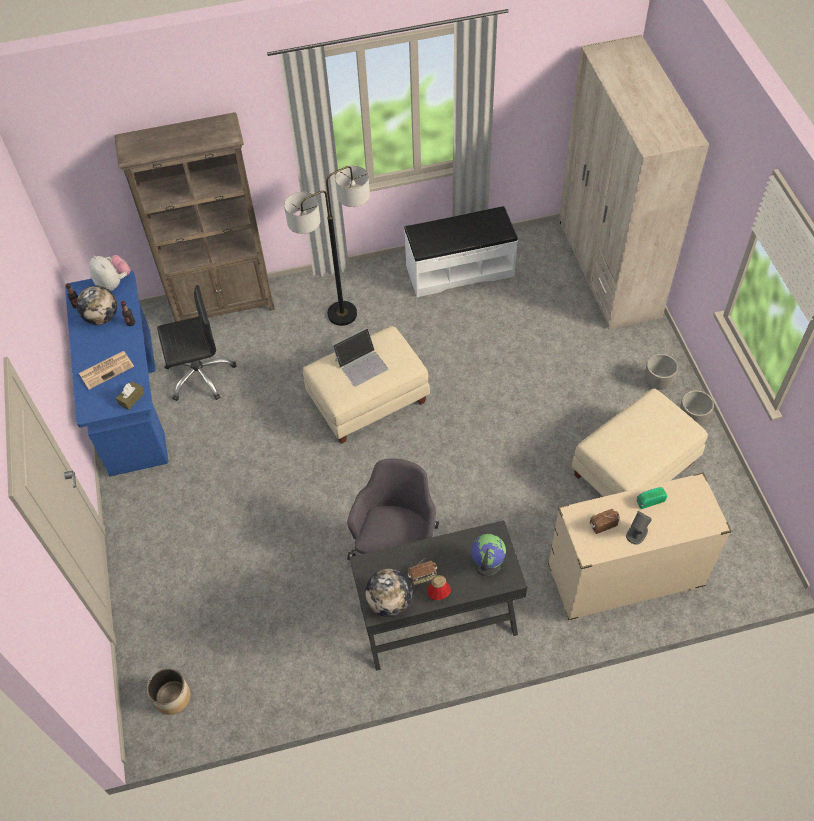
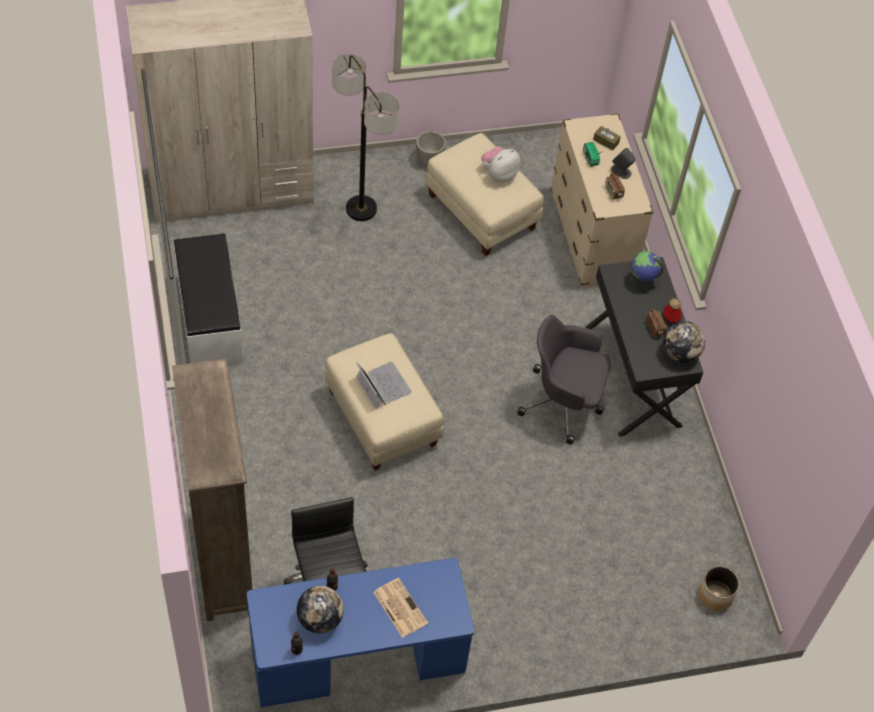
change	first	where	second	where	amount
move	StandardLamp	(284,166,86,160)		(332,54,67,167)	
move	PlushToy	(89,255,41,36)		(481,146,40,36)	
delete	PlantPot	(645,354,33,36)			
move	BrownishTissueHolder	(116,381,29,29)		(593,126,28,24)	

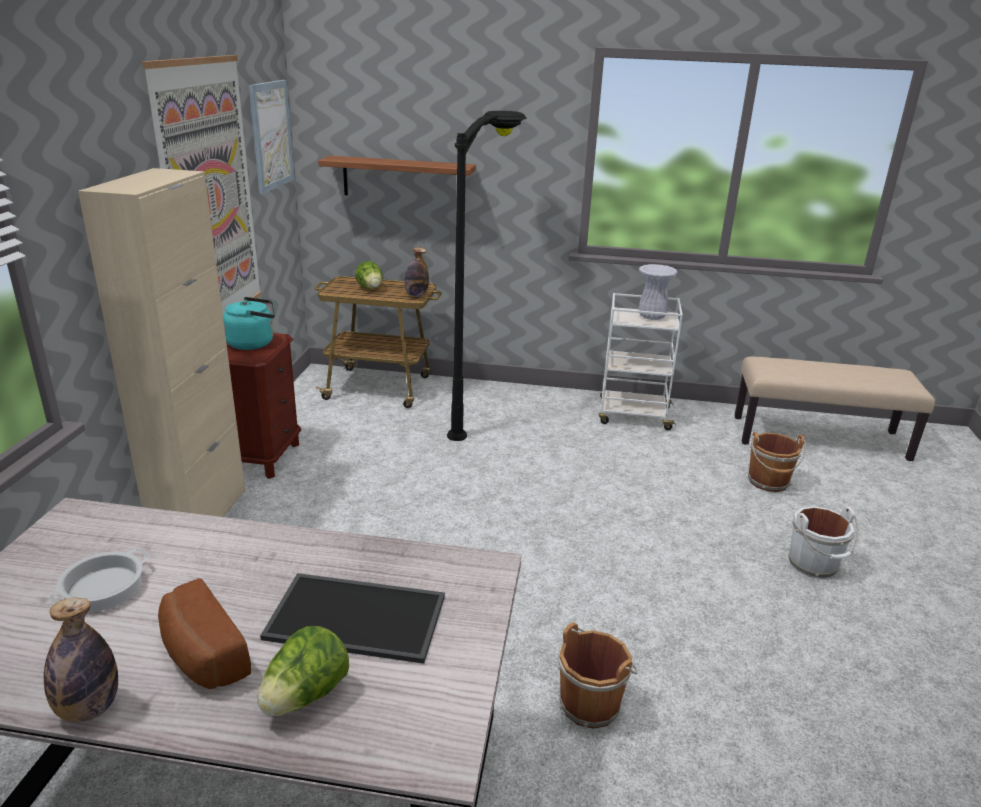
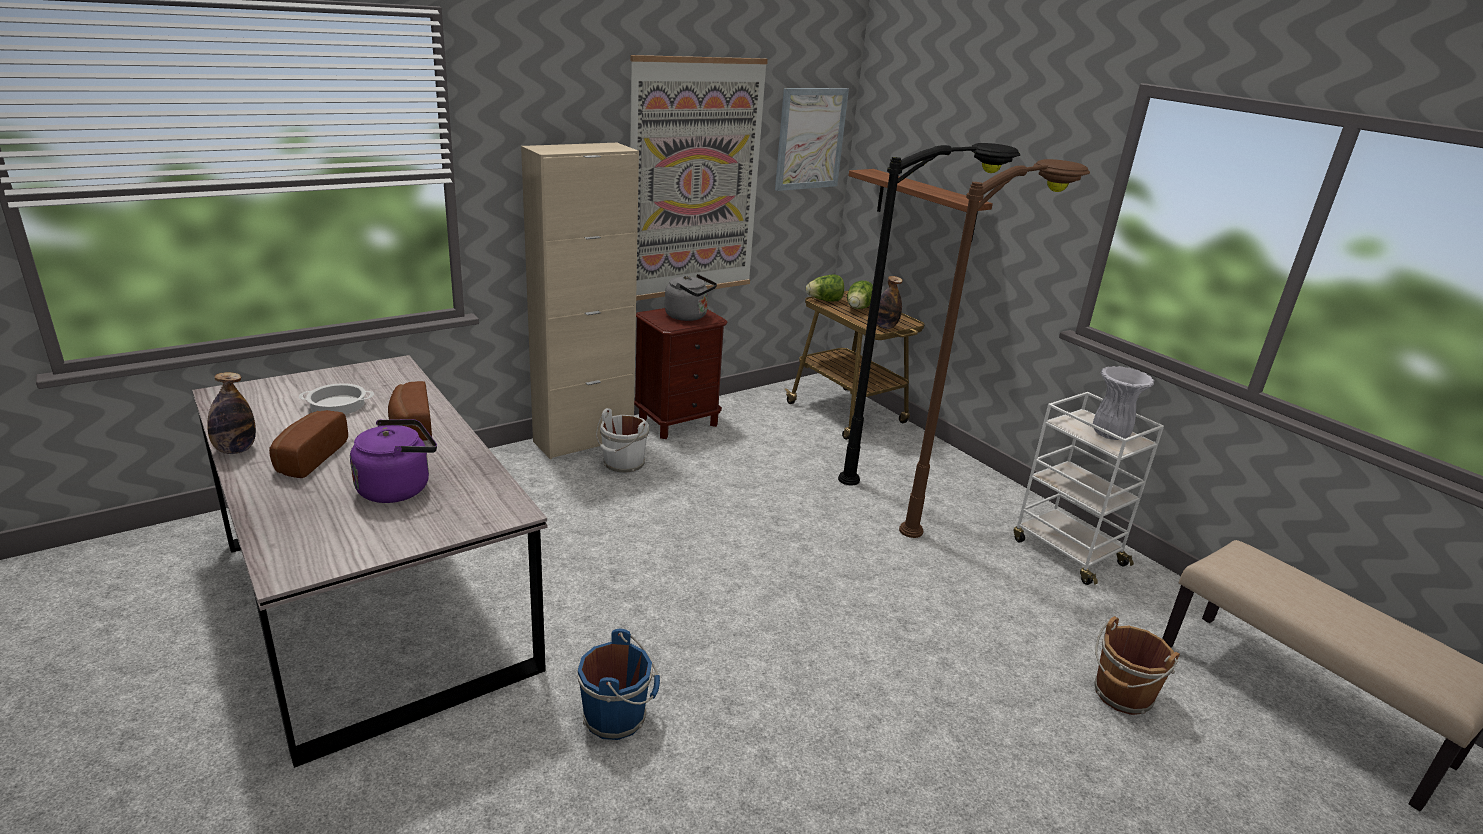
change	first	where	second	where	amount
recolor	BlueGreenWaterKettle	(223,297,52,53)	GreyishWaterKettle	(665,274,52,47)	
move	WhitishWaterBucket	(789,506,70,73)		(596,408,53,66)	
replace	ServingTray	(260,573,185,91)	PurplishWaterKettle	(350,419,87,84)	
recolor	BrownishWaterBucket	(558,623,80,106)	BlueWaterBucket	(577,628,83,112)	
move	HeadOfLettuce	(257,626,92,90)		(806,274,38,28)	
insert			BrownishStandardLamp	(899,159,191,379)	
insert			BakedBread	(388,381,44,60)	

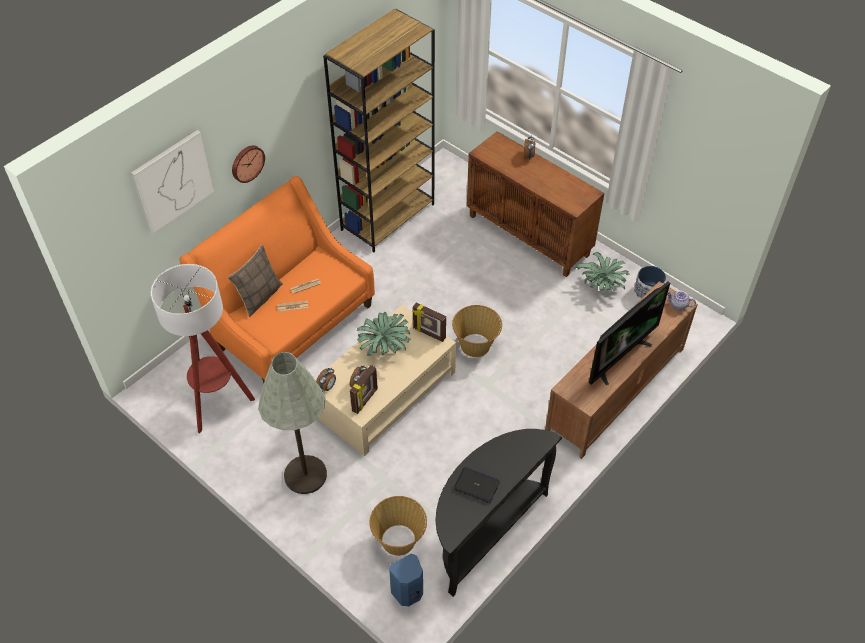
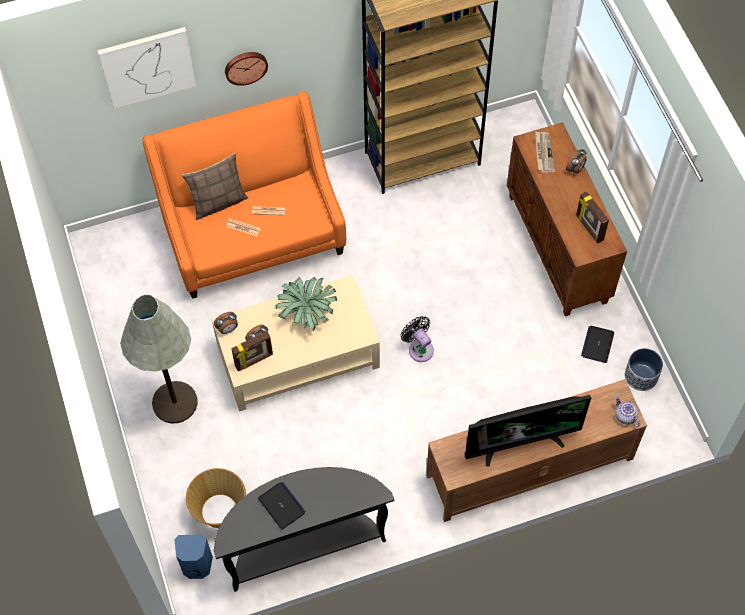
change	first	where	second	where	amount
replace	PottedPlant	(576,252,54,39)	Laptop	(581,326,33,37)	
delete	StandardLamp	(151,264,104,169)			
move	PhotoFrame	(412,303,34,39)		(576,191,33,52)	
replace	Basket	(452,305,50,52)	BlackColouredCoolingFan	(401,316,33,46)	
insert			Newspaper	(535,131,20,42)	

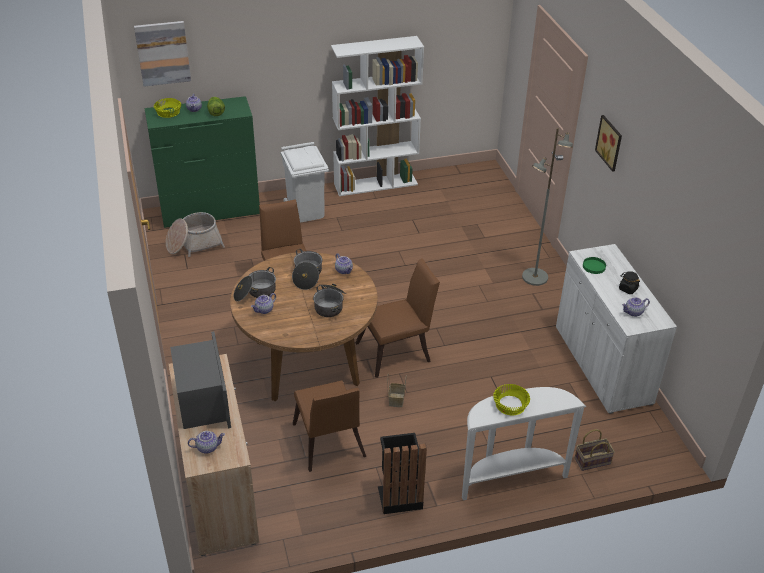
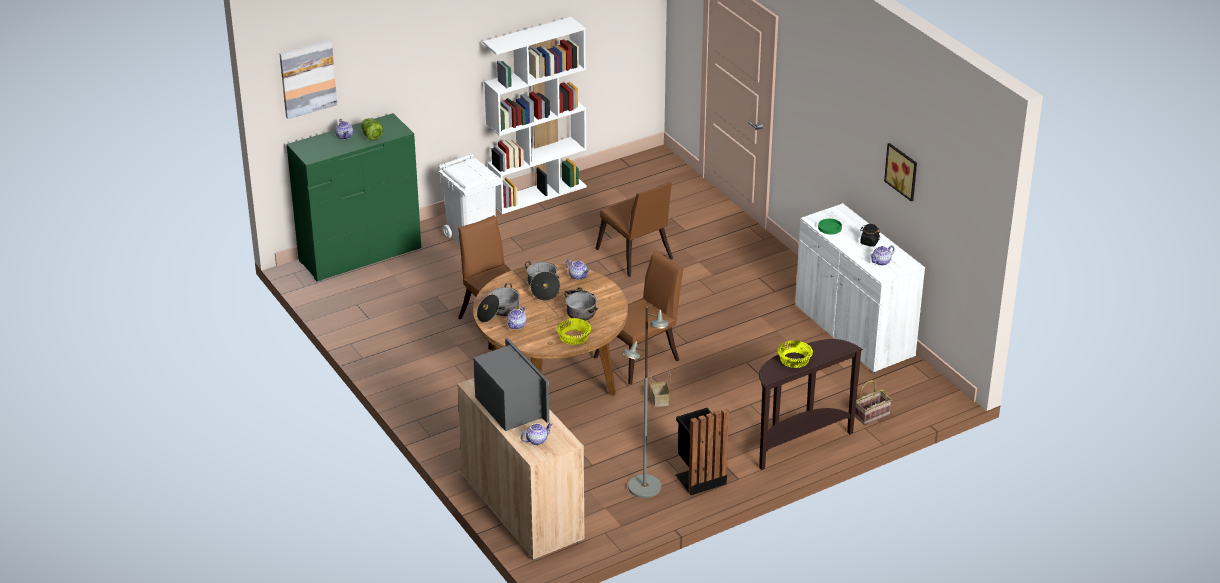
change	first	where	second	where	amount
move	YellowServingBowl	(154,98,27,20)		(557,318,34,27)	
move	WallPicture	(595,115,27,57)		(884,143,33,58)	
move	GreyishStandardLamp	(522,128,51,158)		(622,306,47,192)	
delete	Basket	(166,212,59,45)			
move	BrownishPlainChair	(293,381,73,91)		(595,182,78,95)	
recolor	WhitishConsoleTable	(462,387,124,113)	BrownishConsoleTable	(759,339,104,131)	

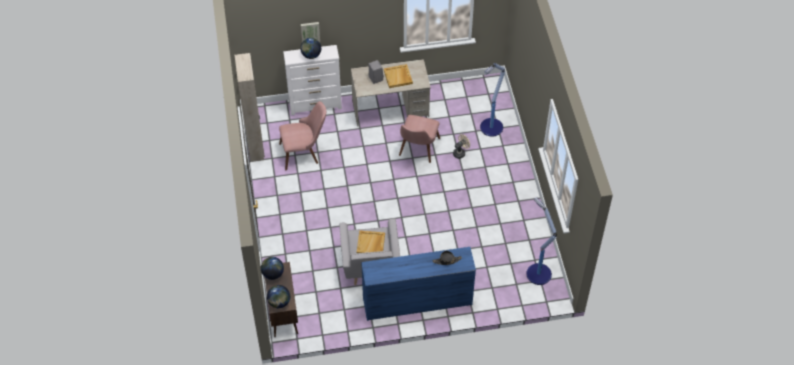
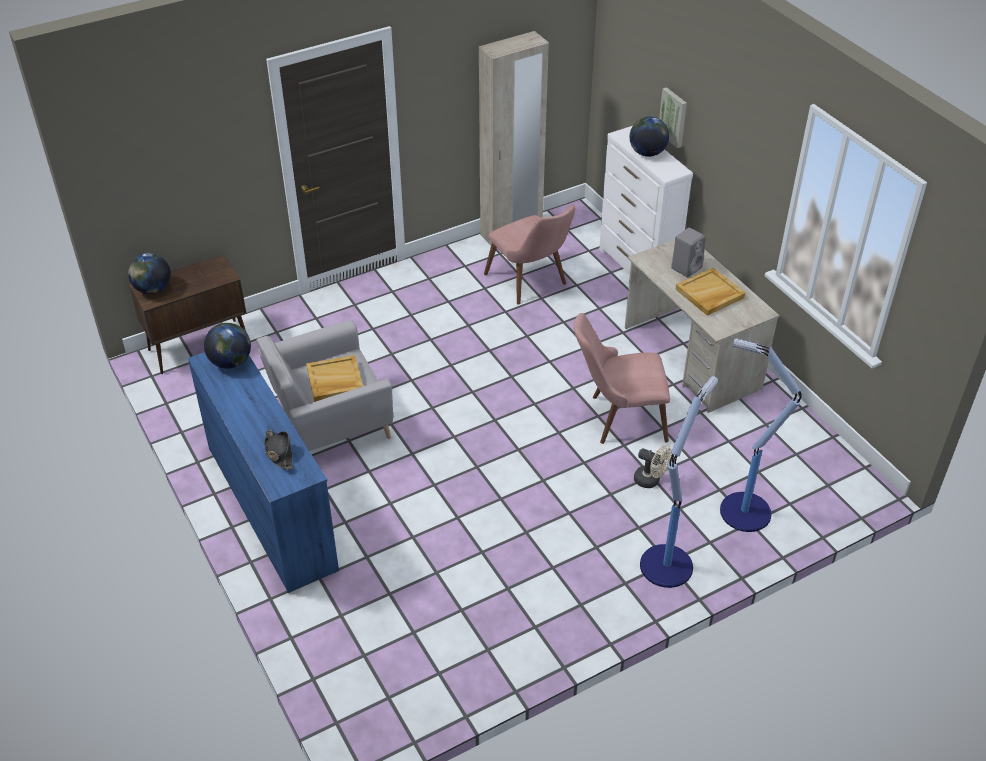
change	first	where	second	where	amount
move	StandardLamp	(526,197,31,88)		(640,376,78,212)	
move	DeskGlobe	(261,257,23,23)		(204,323,47,46)	

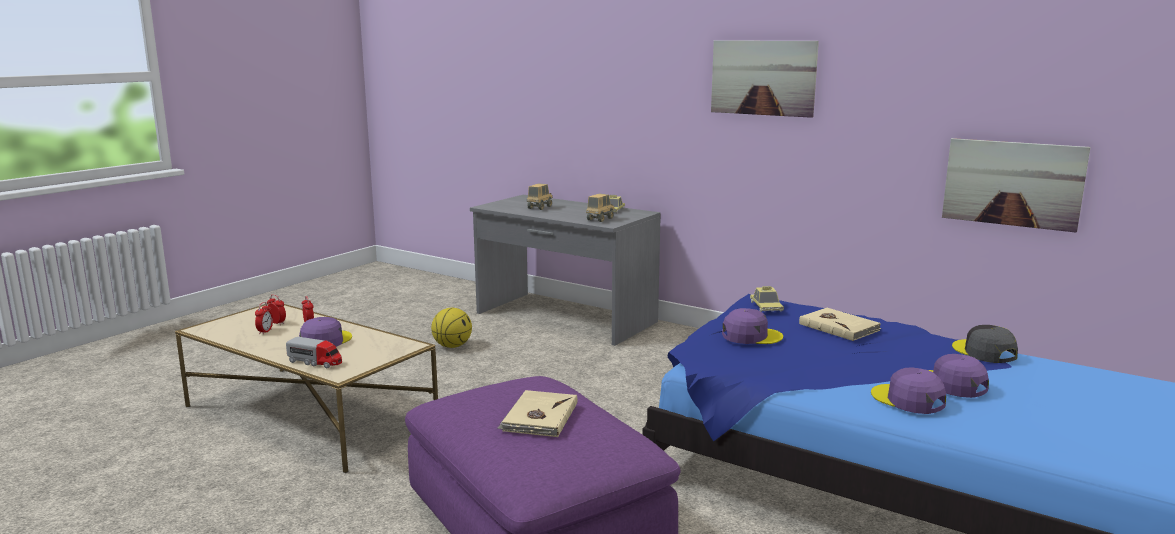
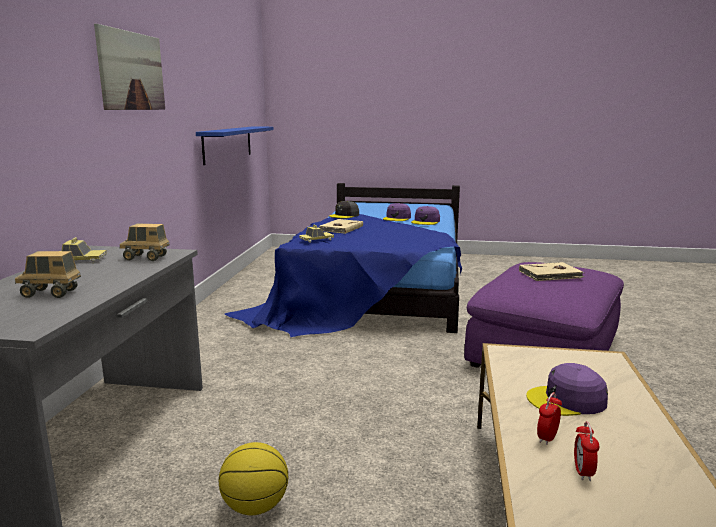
change	first	where	second	where	amount
replace	WallPicture	(942,138,149,95)	BlueShelf	(196,127,78,38)	
delete	BedsideClock	(255,302,18,33)			
delete	PurplishCap	(722,308,61,36)			
delete	ModelTruck	(286,337,56,32)			

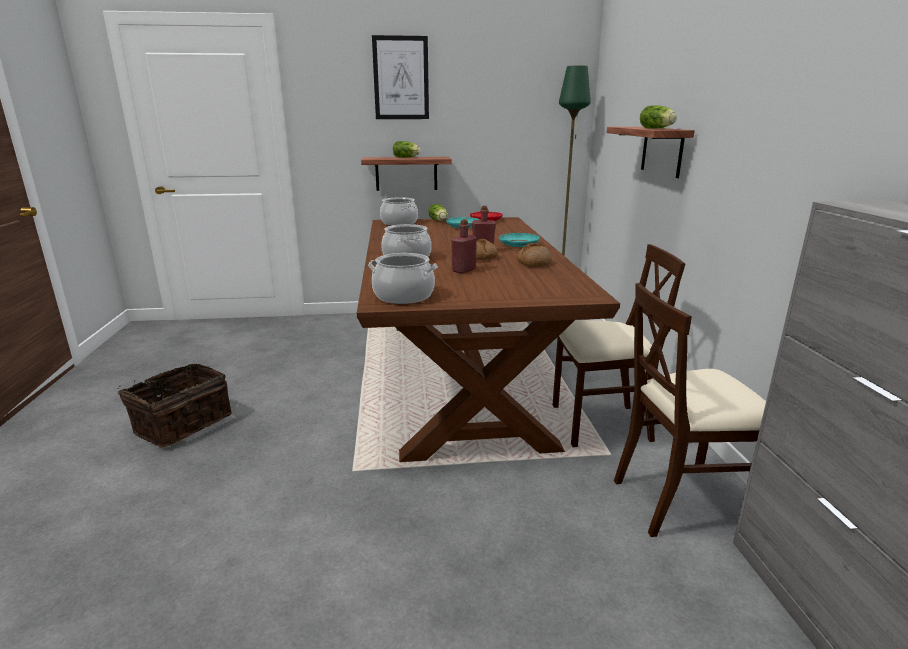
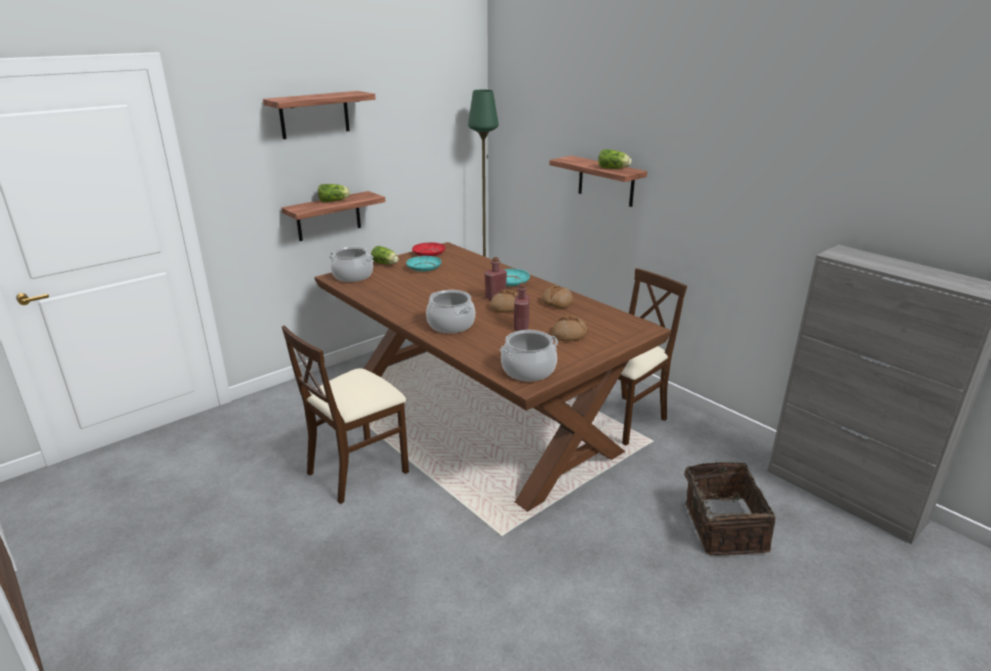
change	first	where	second	where	amount
replace	WallPicture	(372,35,57,84)	Shelf	(263,91,113,48)	
move	BeigePlainChair	(614,283,152,254)		(282,326,127,178)	
move	Basket	(118,364,114,84)		(684,462,92,94)	
insert			BakedBread	(552,315,35,26)	

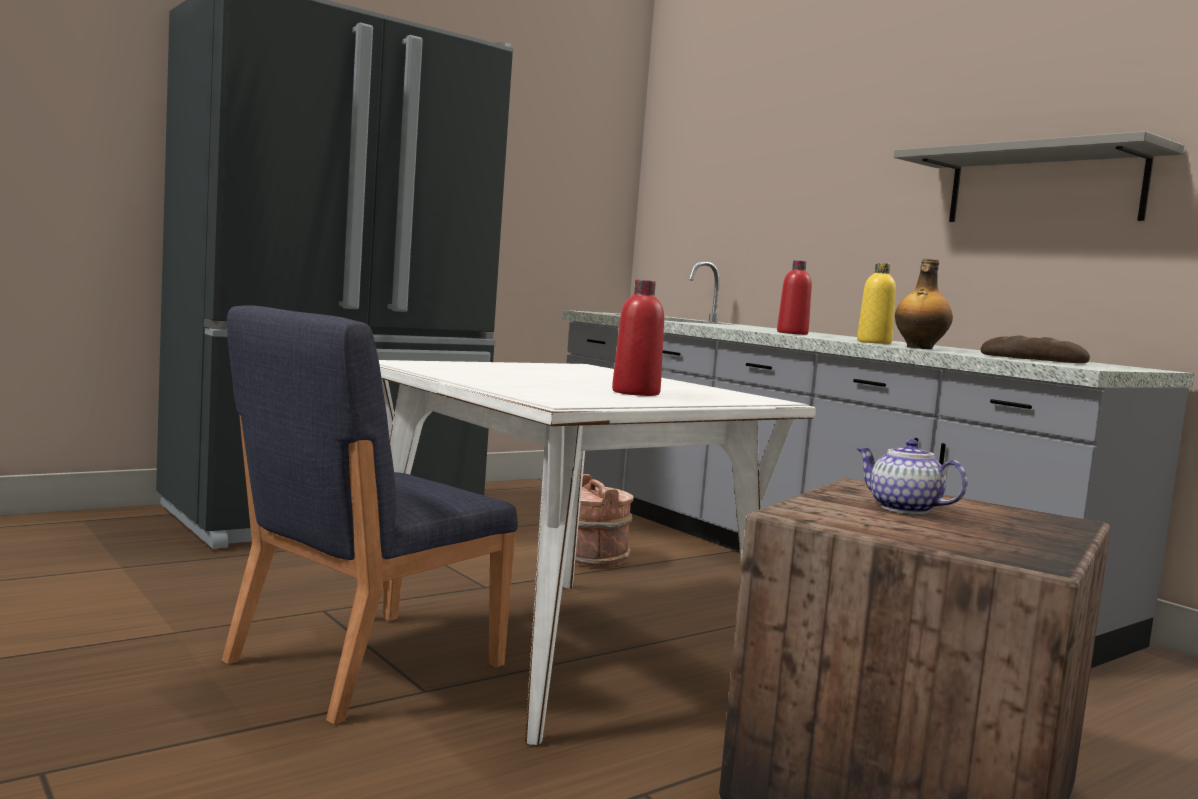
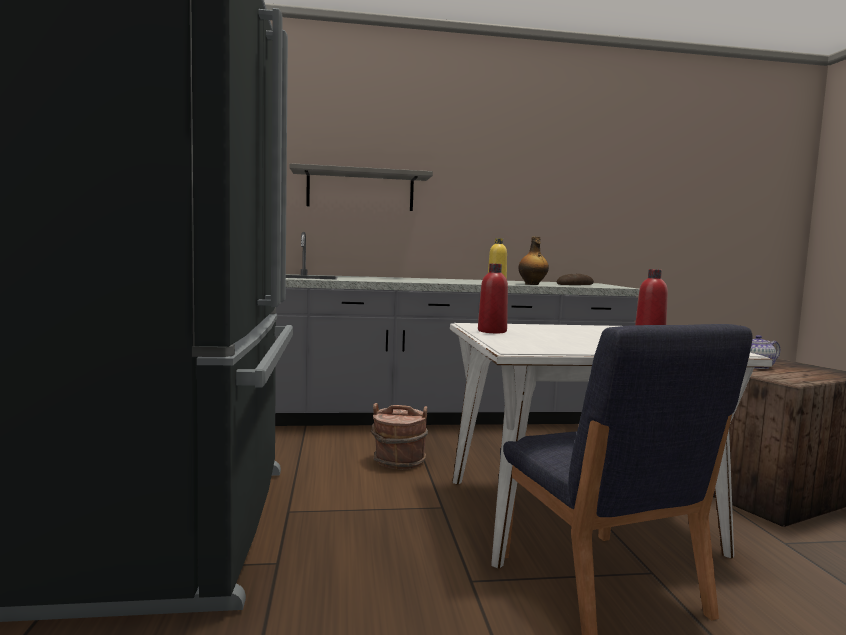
change	first	where	second	where	amount
move	GreyishShelf	(894,131,290,91)		(289,163,144,48)	
move	RedBeverageBottle	(777,260,35,75)		(478,264,30,69)	

